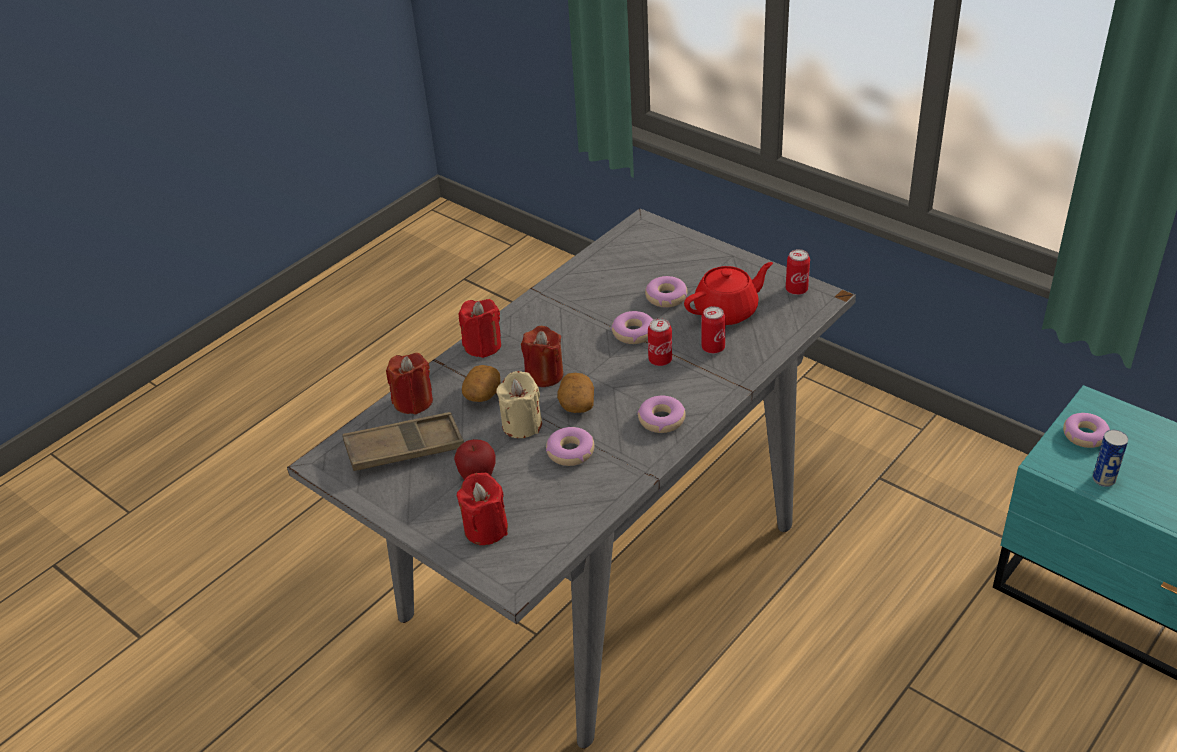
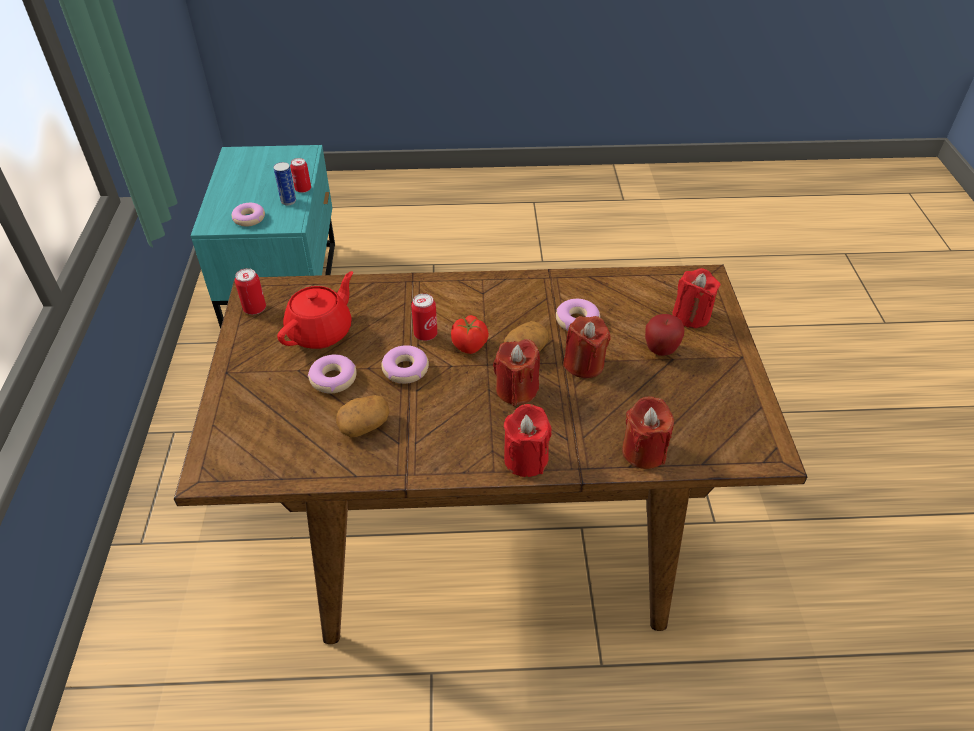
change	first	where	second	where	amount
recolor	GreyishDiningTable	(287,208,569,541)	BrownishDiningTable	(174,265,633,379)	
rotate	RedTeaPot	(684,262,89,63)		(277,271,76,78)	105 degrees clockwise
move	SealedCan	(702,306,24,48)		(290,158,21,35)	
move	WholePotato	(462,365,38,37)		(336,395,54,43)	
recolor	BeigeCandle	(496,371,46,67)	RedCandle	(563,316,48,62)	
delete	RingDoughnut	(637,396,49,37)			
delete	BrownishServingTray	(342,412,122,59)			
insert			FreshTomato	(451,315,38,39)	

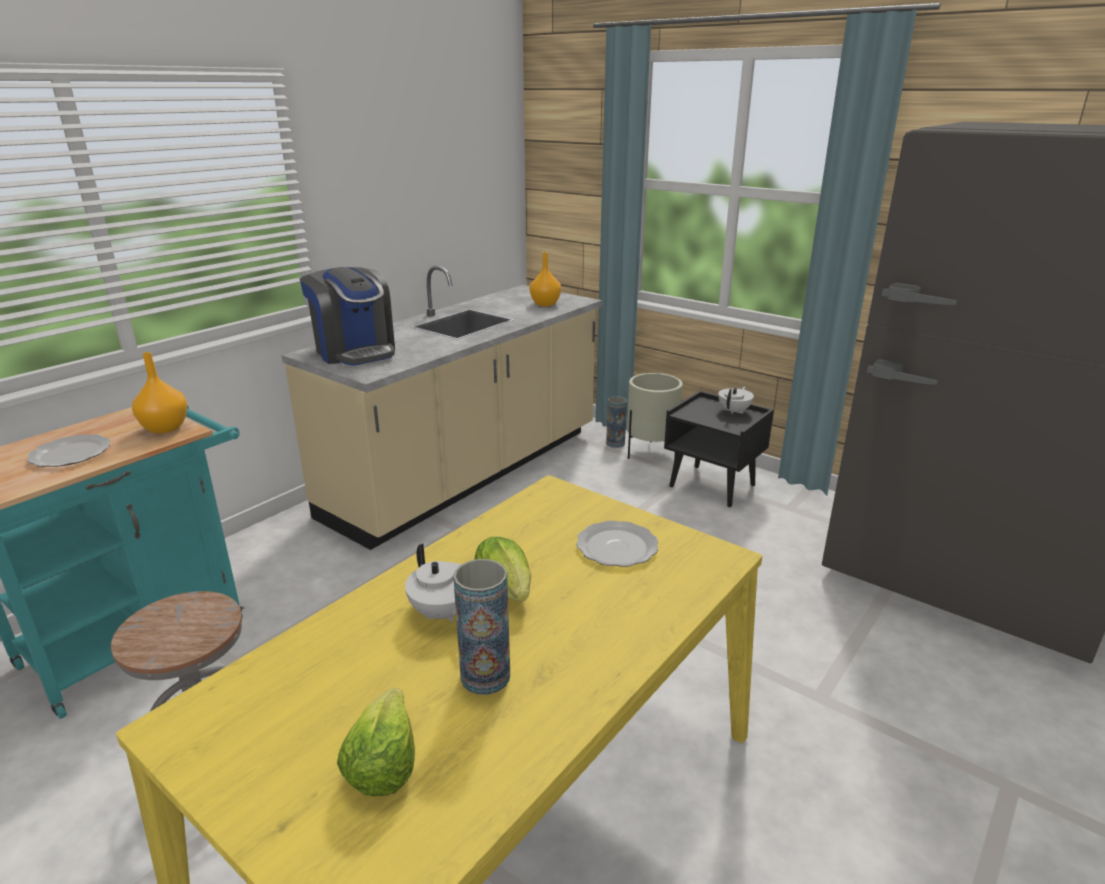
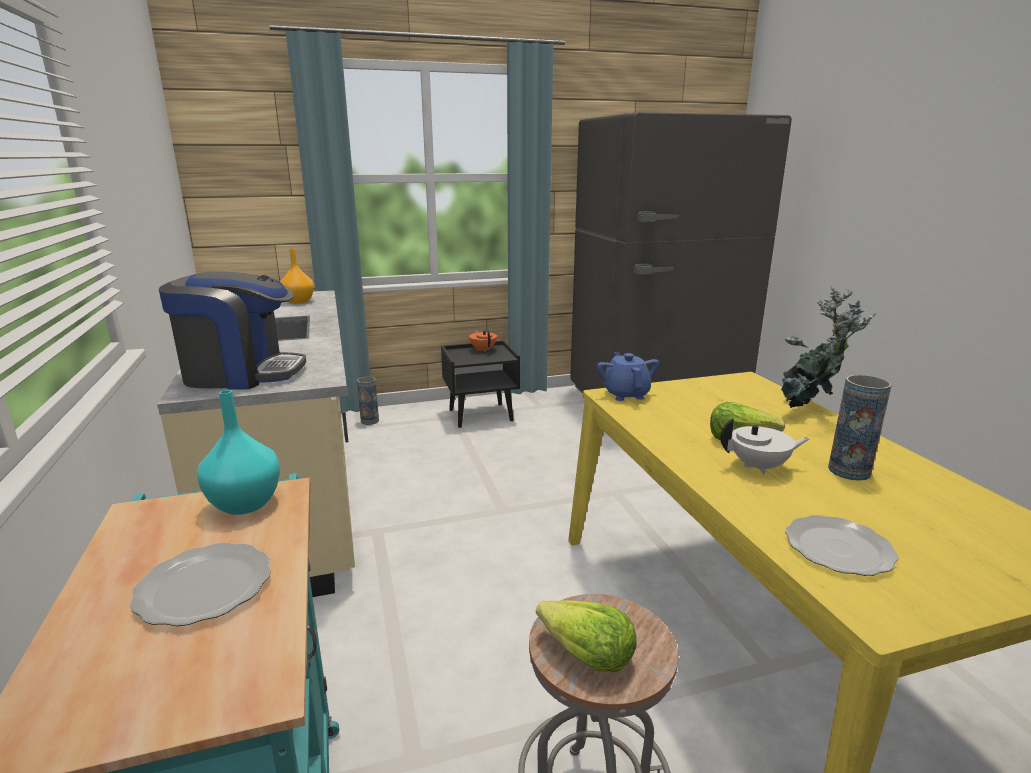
change	first	where	second	where	amount
recolor	OrangeVase	(132,352,55,81)	BlueGreenVase	(197,390,83,125)	
delete	BeigePlantPot	(627,373,56,87)			
recolor	WhitishTeaPot	(718,386,36,28)	OrangeTeaPot	(469,330,28,22)	
move	DinnerPlate	(576,521,82,46)		(785,515,114,61)	
move	HeadOfLettuce	(337,688,78,108)		(536,600,100,72)	
insert			PottedPlant	(781,287,95,121)	
insert			BlueTeaPot	(597,352,62,49)	

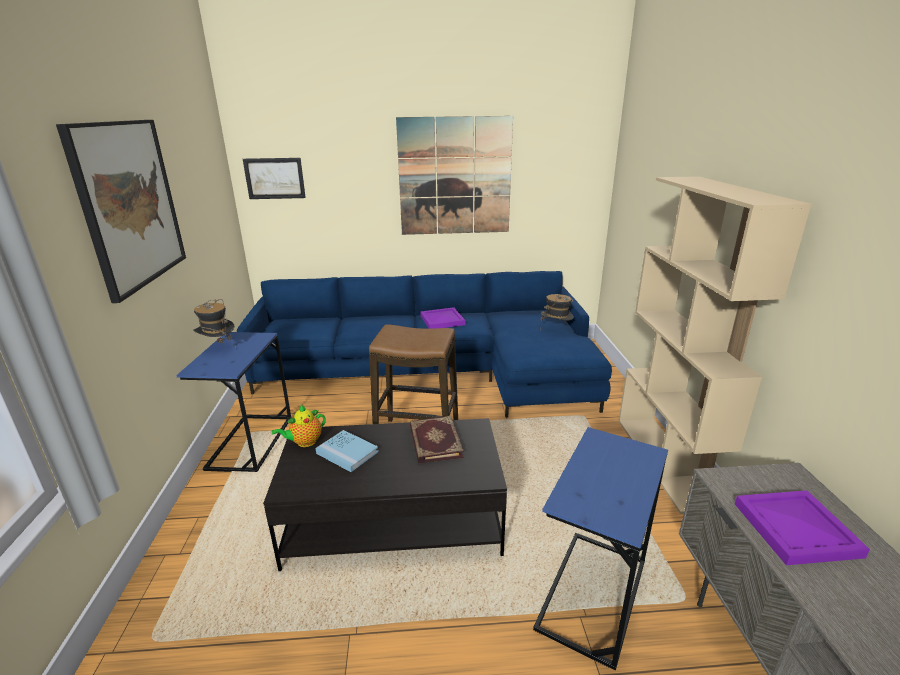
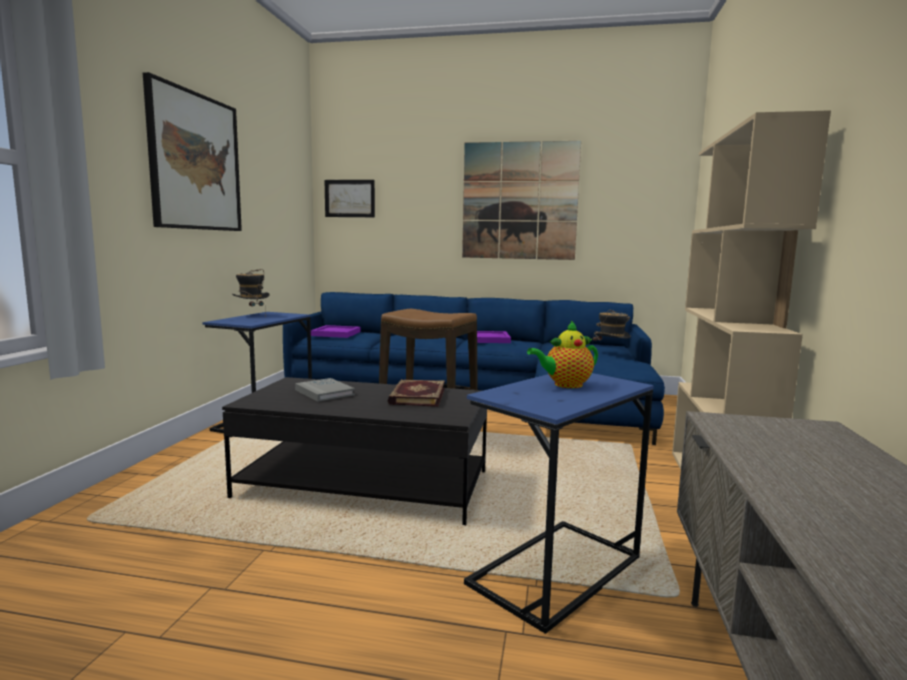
change	first	where	second	where	amount
move	TeaPot	(272,405,54,42)		(527,321,71,67)	
recolor	BlueVolume	(316,430,63,42)	GreyishVolume	(295,378,60,24)	
move	PurplishServingTray	(735,490,135,75)		(311,325,50,13)	

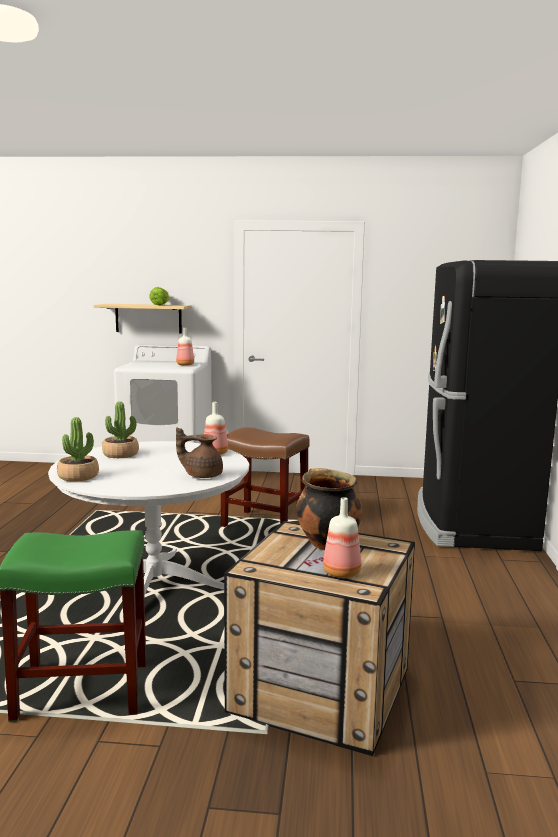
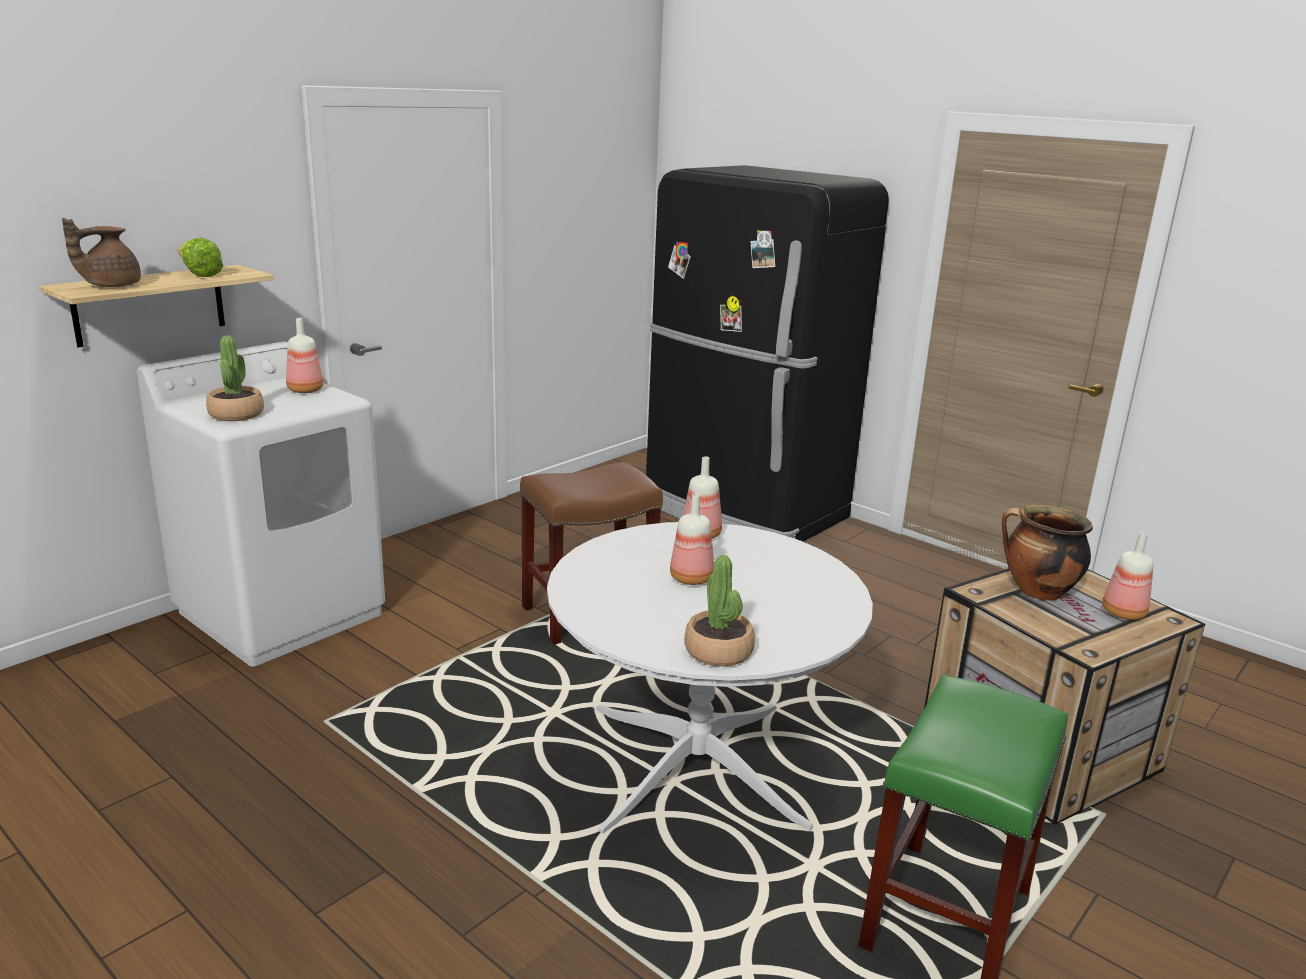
change	first	where	second	where	amount
move	PottedPlant	(102,401,37,57)		(206,335,58,86)	
move	BrownishTeaPot	(176,427,47,51)		(62,218,79,69)	
insert			BeverageBottle	(670,494,44,91)	

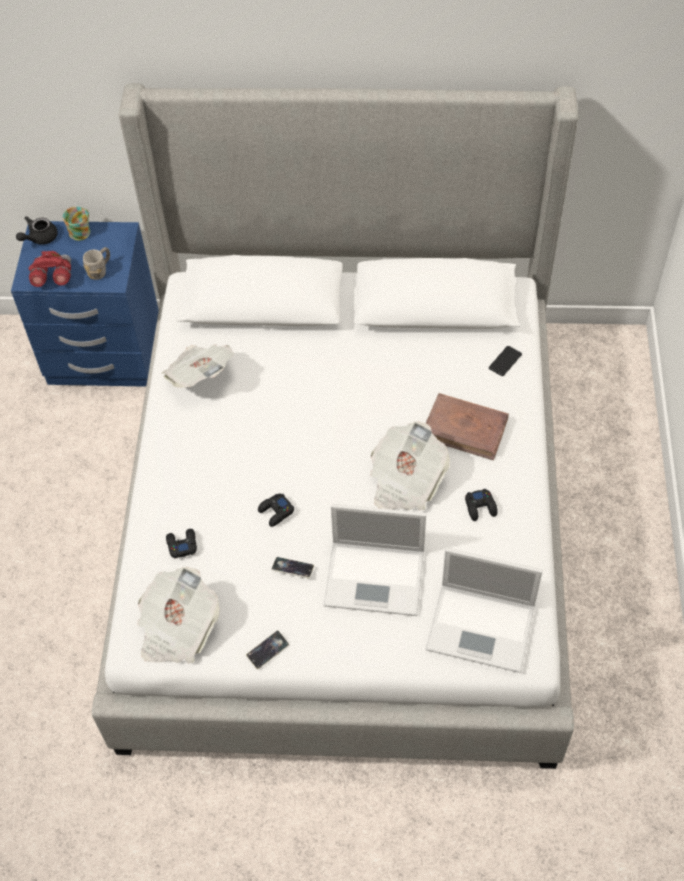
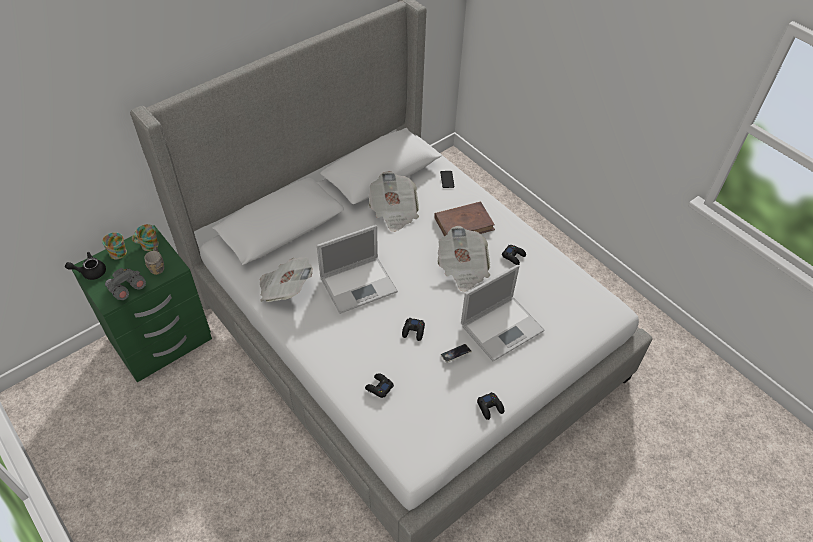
change	first	where	second	where	amount
rotate	BlackColouredTeaPot	(16,216,42,29)		(65,252,41,28)	75 degrees clockwise
recolor	BlueNightTable	(11,221,148,166)	GreenishNightTable	(72,225,140,158)	
recolor	RedFieldGlasses	(28,251,43,36)	GreyishFieldGlasses	(105,268,41,32)	
move	Laptop	(426,547,117,126)		(317,225,81,89)	
move	Newspaper	(137,567,83,97)		(369,171,50,61)	
replace	Handset	(246,630,43,39)	BlackColouredJoypad	(477,392,27,28)	
insert			Mug	(132,224,27,27)	

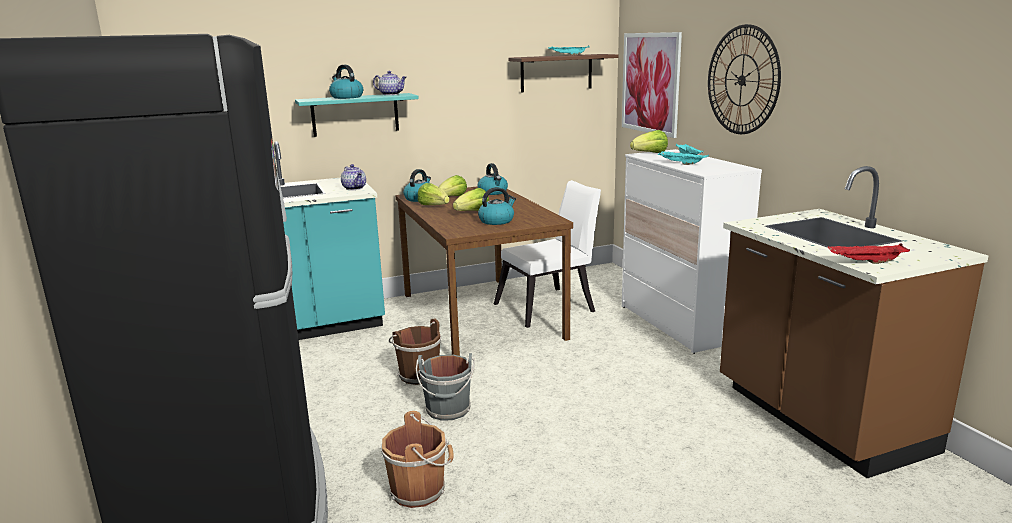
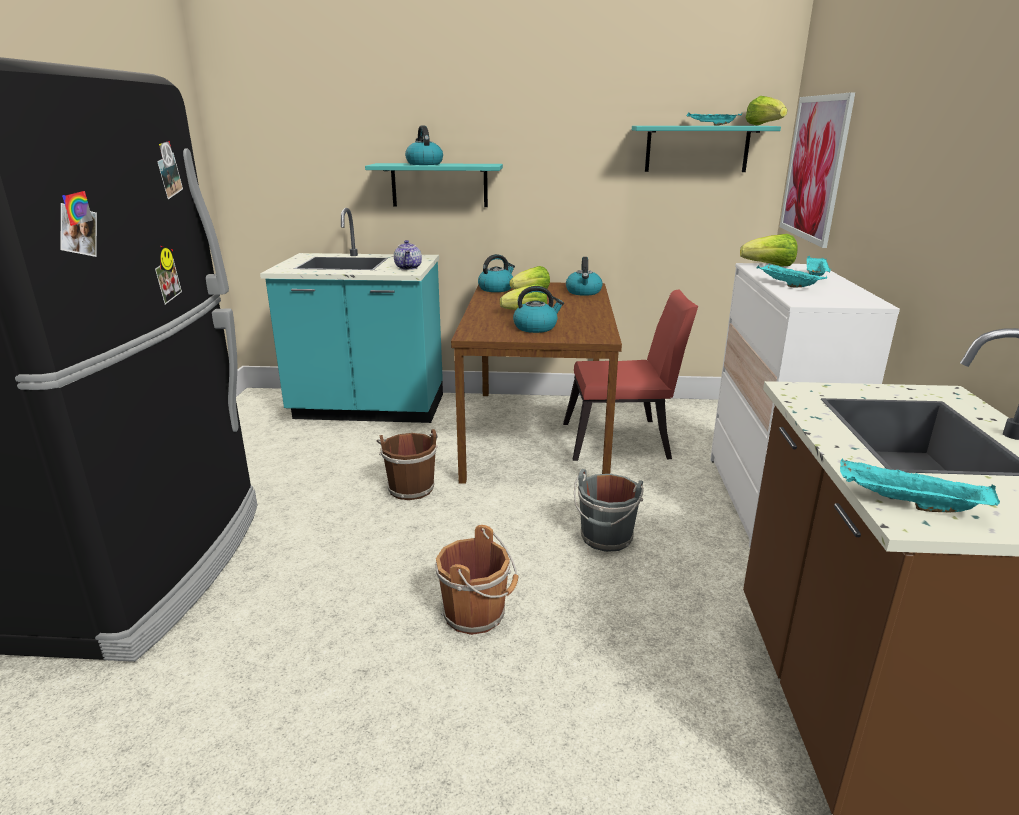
change	first	where	second	where	amount
delete	WallClock	(708,24,73,110)			
recolor	BrownishShelf	(508,54,111,39)	BlueGreenShelf	(632,126,149,46)	
delete	TeaPot	(373,71,34,24)			
recolor	WhitishPlainChair	(494,180,107,148)	RedPlainChair	(563,290,135,171)	
move	HeadOfLettuce	(418,183,32,22)		(745,96,42,29)	
recolor	RedServingTray	(828,244,82,20)	BlueGreenServingTray	(840,459,161,54)	
move	GreyishWaterBucket	(416,353,59,68)		(574,469,70,83)	
move	BrownishWaterBucket	(381,411,73,97)		(435,525,83,110)	

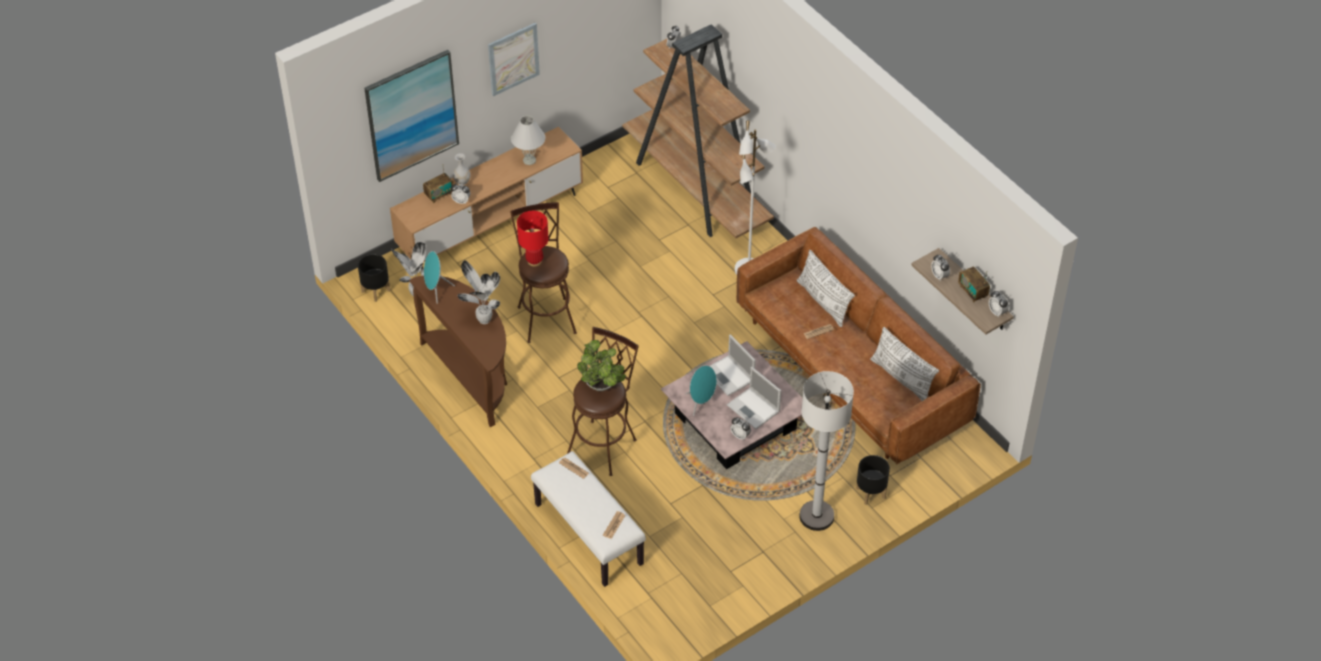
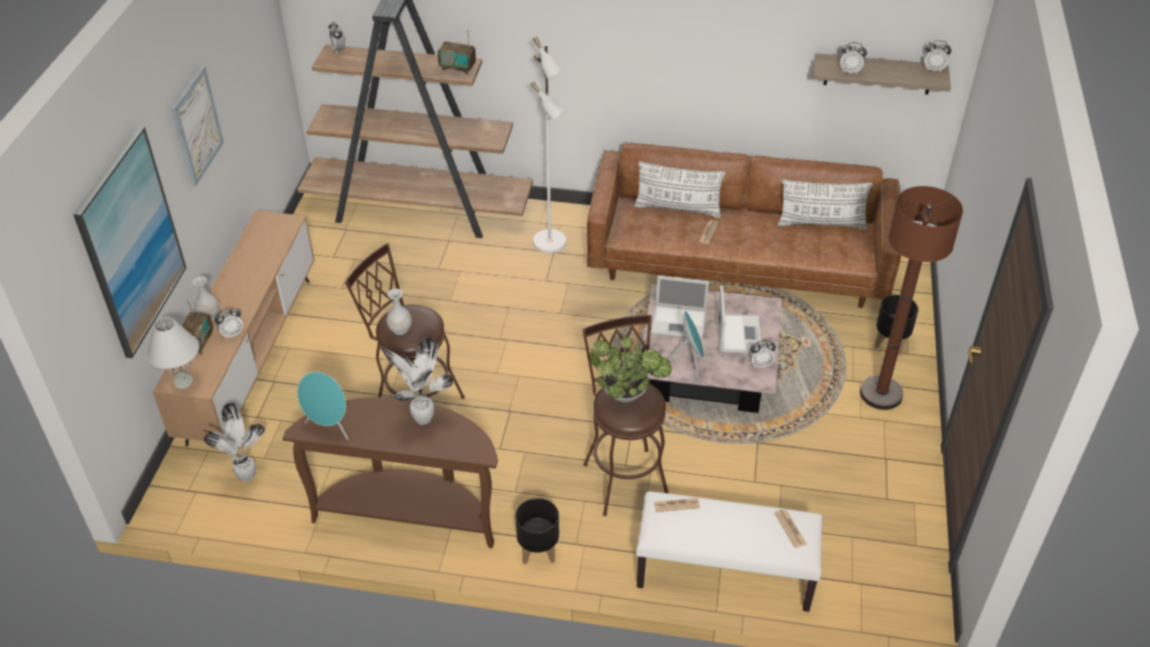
change	first	where	second	where	amount
move	WhitishTableLamp	(511,116,34,49)		(147,317,52,72)	
replace	RedTableLamp	(517,211,32,56)	WhitishVase	(387,288,25,47)	
move	BlackColouredPlantPot	(358,254,32,48)		(515,498,44,67)	
move	RadioSet	(958,267,32,35)		(437,30,39,45)	
rotate	Laptop	(727,367,54,62)		(717,286,44,67)	90 degrees counterclockwise
recolor	WhitishStandardLamp	(799,371,55,160)	BrownishStandardLamp	(860,186,103,224)	

